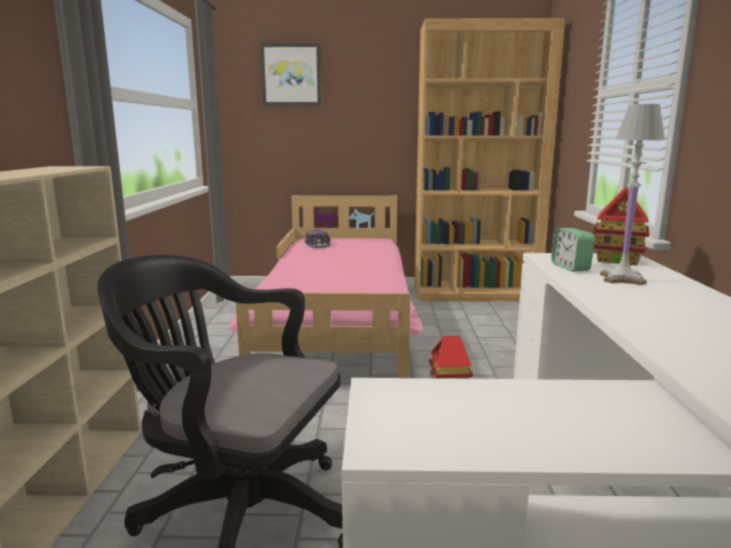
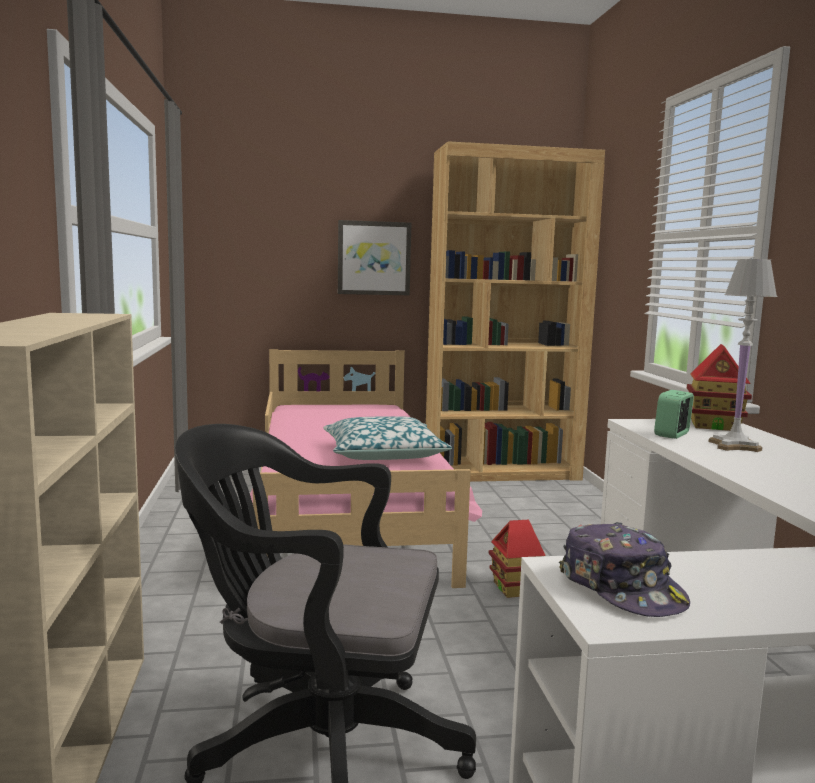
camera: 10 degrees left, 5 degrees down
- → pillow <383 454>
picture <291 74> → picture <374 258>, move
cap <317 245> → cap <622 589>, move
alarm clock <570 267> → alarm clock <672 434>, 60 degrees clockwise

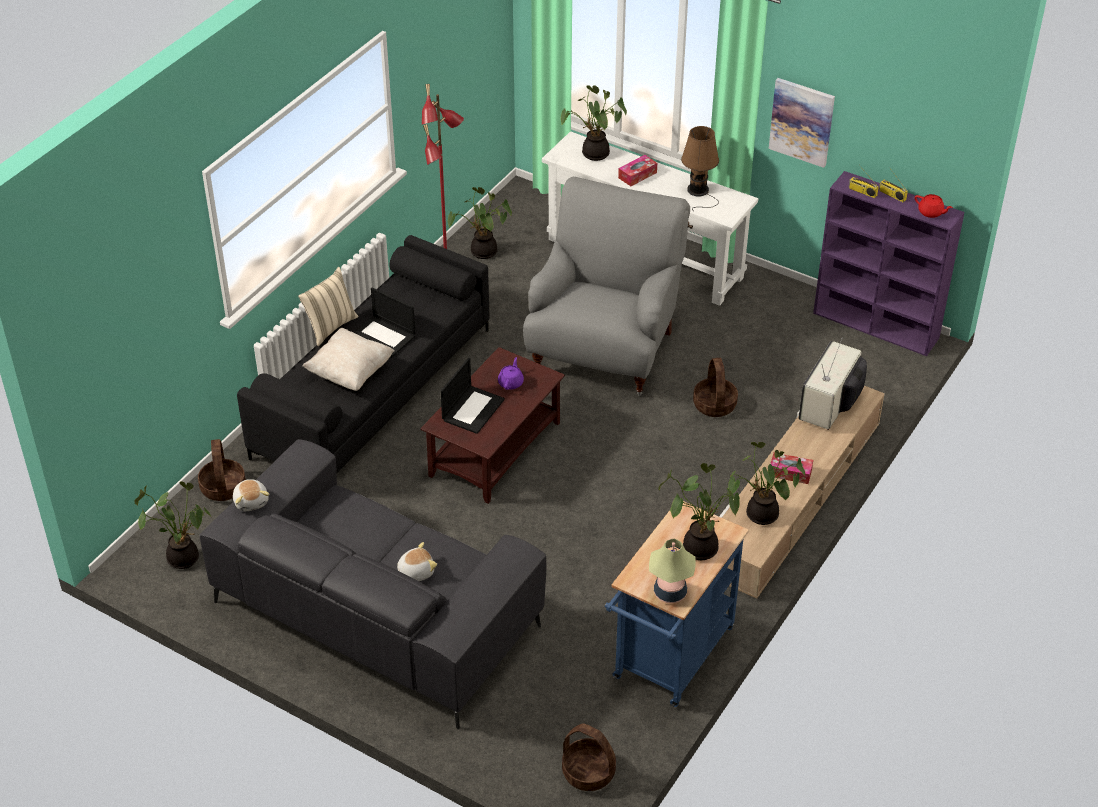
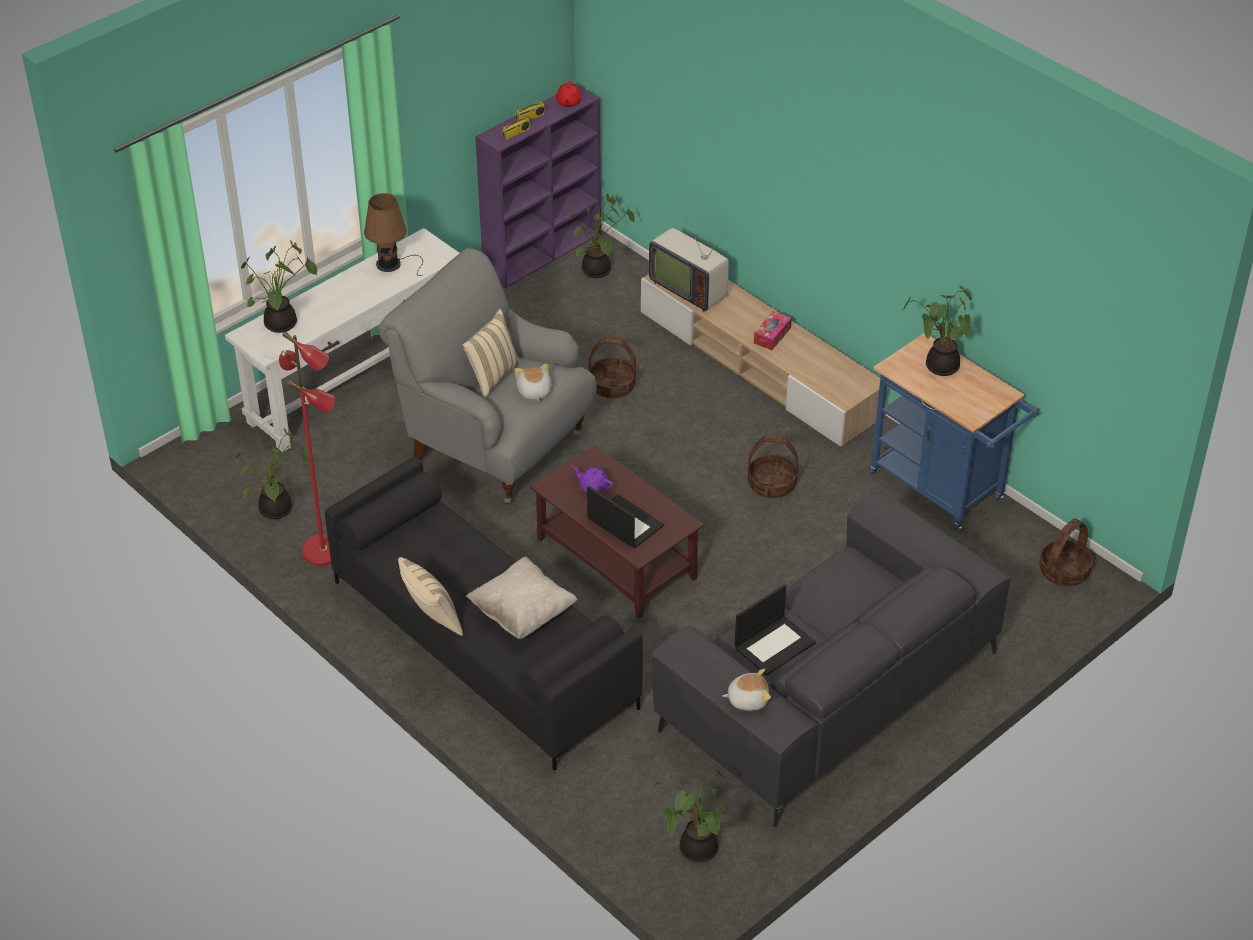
camera: 75 degrees left, 0 degrees up
- → beige pillow <492 377>
plush toy <415 572> → plush toy <533 392>, move
red teapot <931 212> → red teapot <568 102>, 135 degrees clockwise
potted plant <760 516> → potted plant <598 271>, move
laptop <384 336> → laptop <774 645>, move
basket <223 487> → basket <771 484>, move
tissue box <637 175> → -
table lamp <670 592> → -
picture <802 121> → -

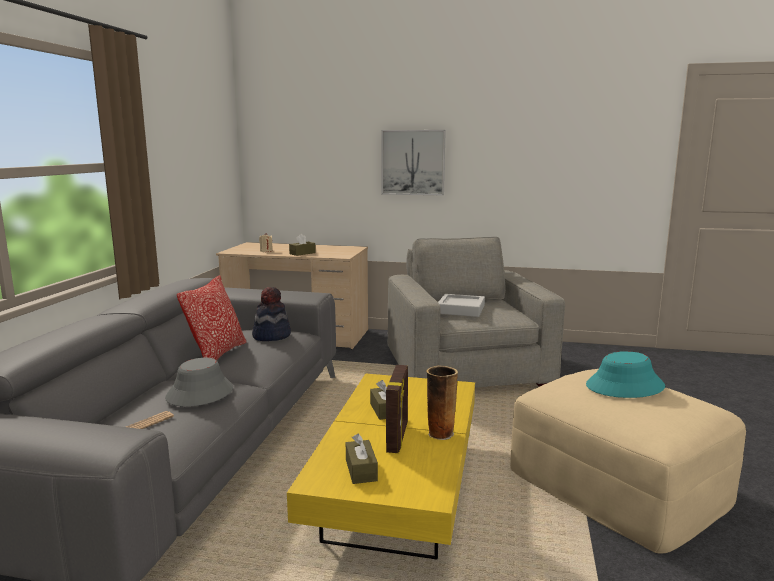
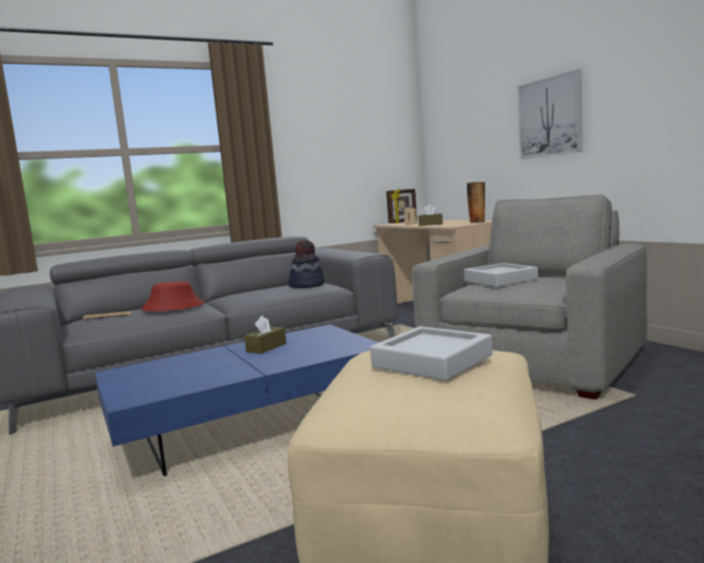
camera: 50 degrees right, 5 degrees down
yellow coffee table <397 491> → blue coffee table <250 427>
grey hat <199 393> → red hat <173 307>
turquoise hat <625 386> → grey tray <432 361>
picture frame <398 438> → picture frame <403 222>, move
vase <440 433> → vase <477 222>, move
pillow <217 354> → -
brown tissue box <361 470> → -

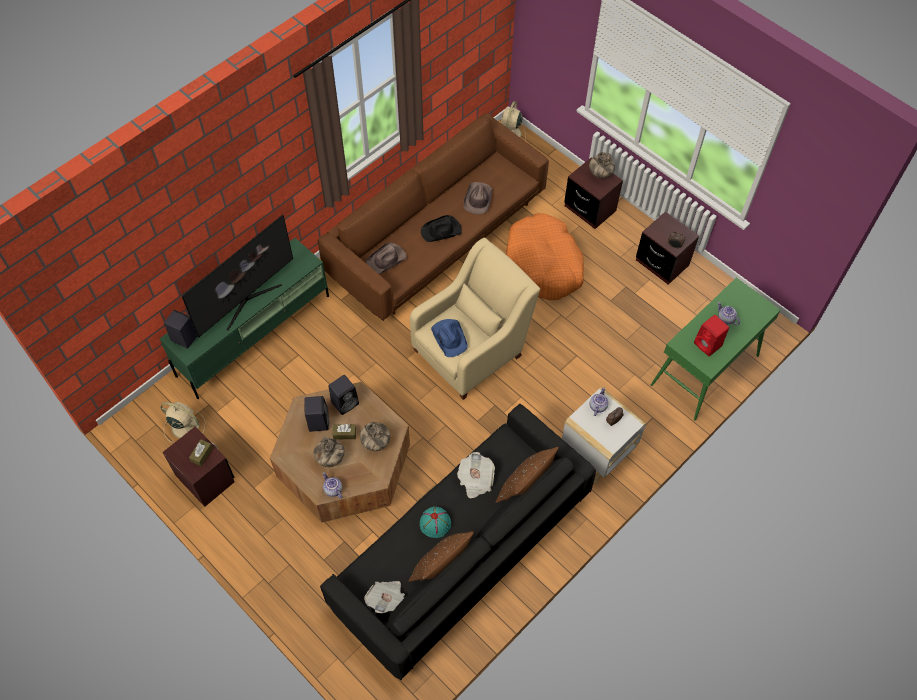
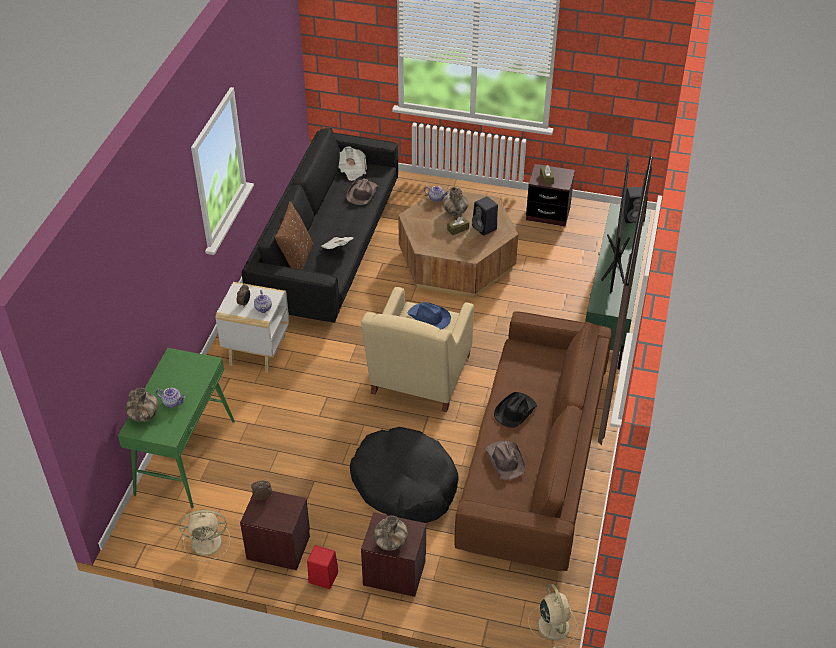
camera: 150 degrees right, 15 degrees down
vase <375 442> → vase <144 416>, move
beige fan <184 426> → beige fan <208 542>, move
red speaker <708 345> → red speaker <322 577>, move
brown hat <387 260> → brown hat <362 194>, move
orange dog bed <543 265> → black dog bed <405 484>
black speaker <345 402> → -
brown pillow <441 567> → -
turquoise hat <435 523> → -

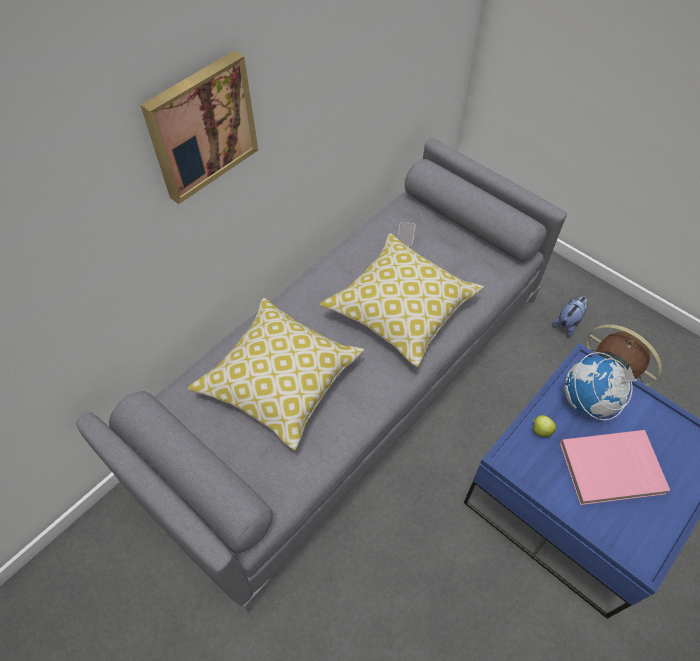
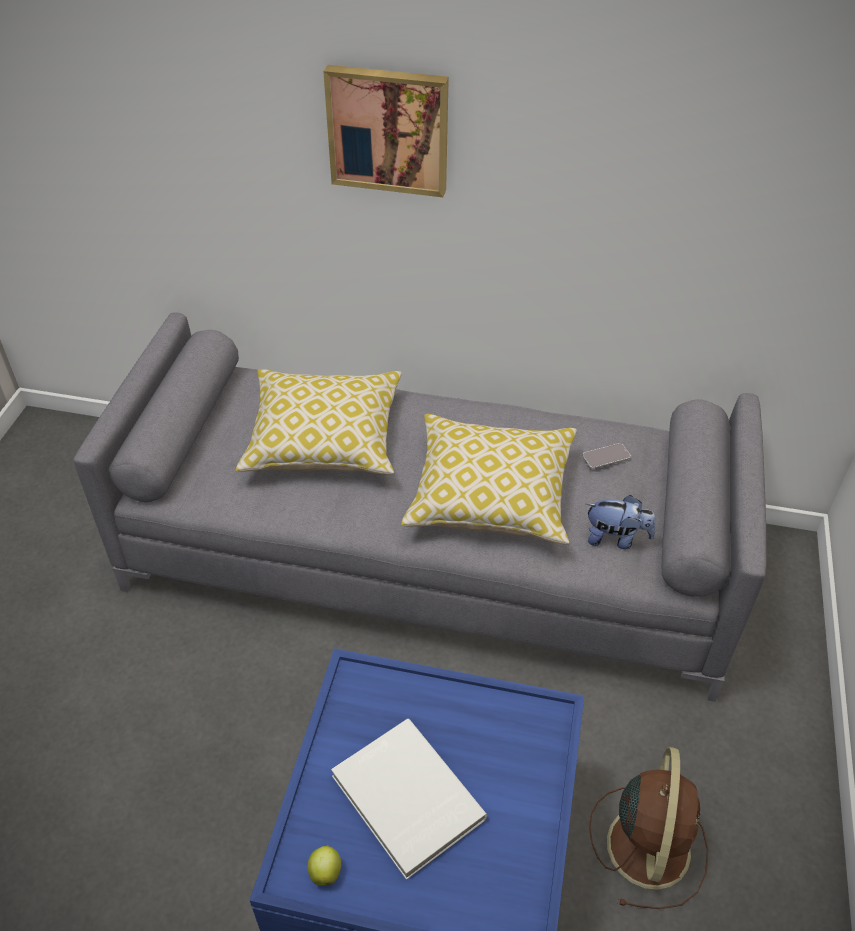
camera: 60 degrees right, 10 degrees down
apple <540 430> → apple <325 871>, move
pink book <612 470> → white book <405 799>
plush toy <567 323> → plush toy <615 538>, move
globe <588 401> → -

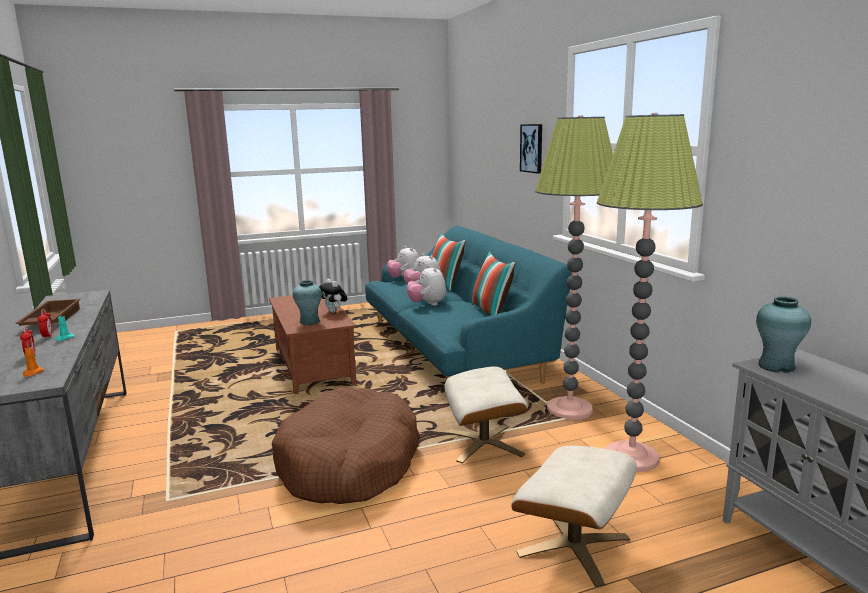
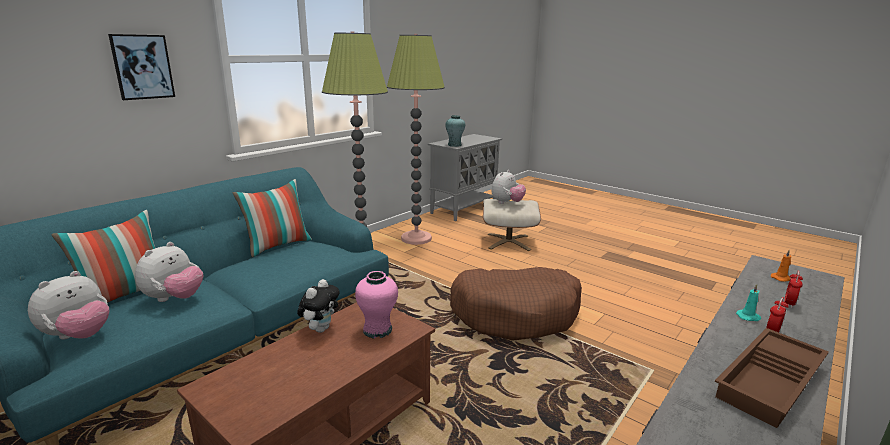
camera: 120 degrees left, 5 degrees up
turquoise vase <309 322> → pink vase <378 330>
plush toy <427 304> → plush toy <507 203>, move
beige ottoman <484 443> → -

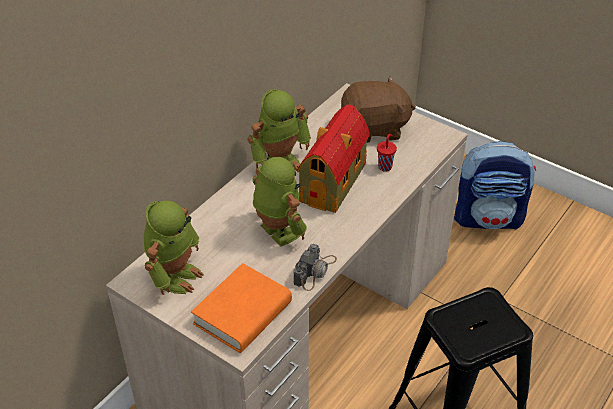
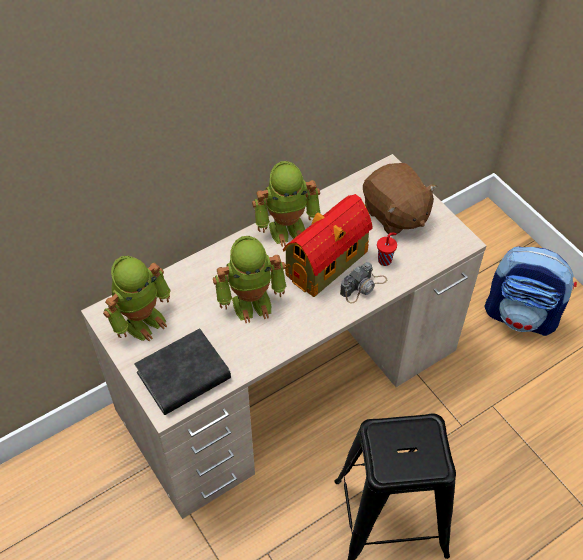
camera: 20 degrees right, 10 degrees up
orange book <242 313> → black book <183 376>
toy robot <277 231> → toy robot <251 301>, 90 degrees clockwise
photo camera <315 271> → photo camera <363 286>, move
brown plush toy <374 129> → brown plush toy <395 214>, 45 degrees clockwise

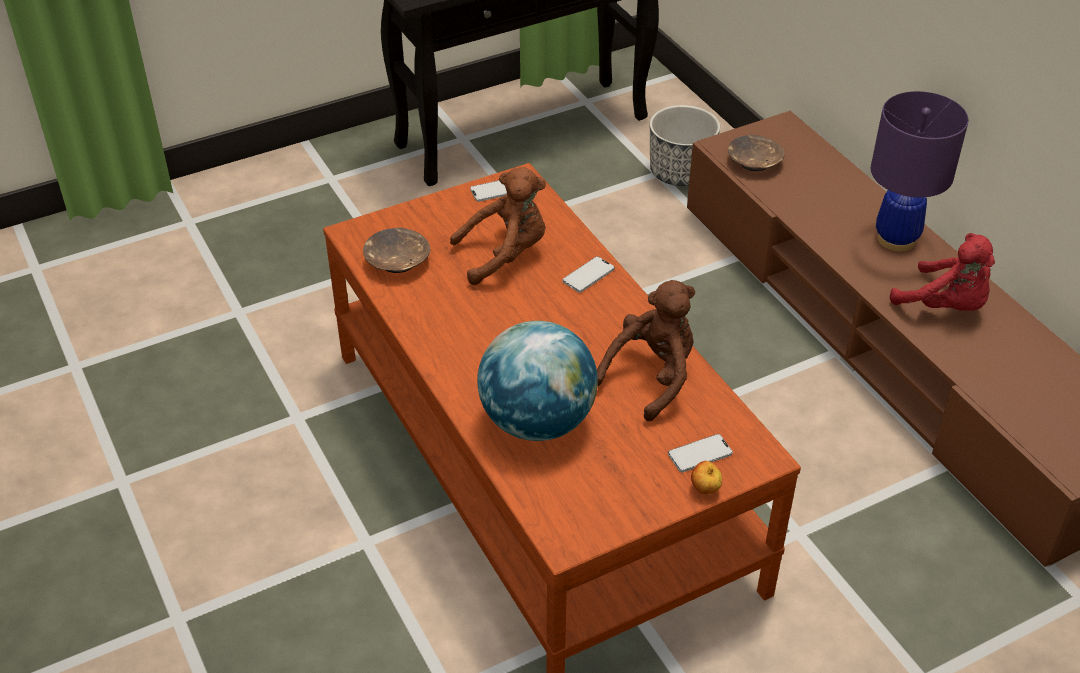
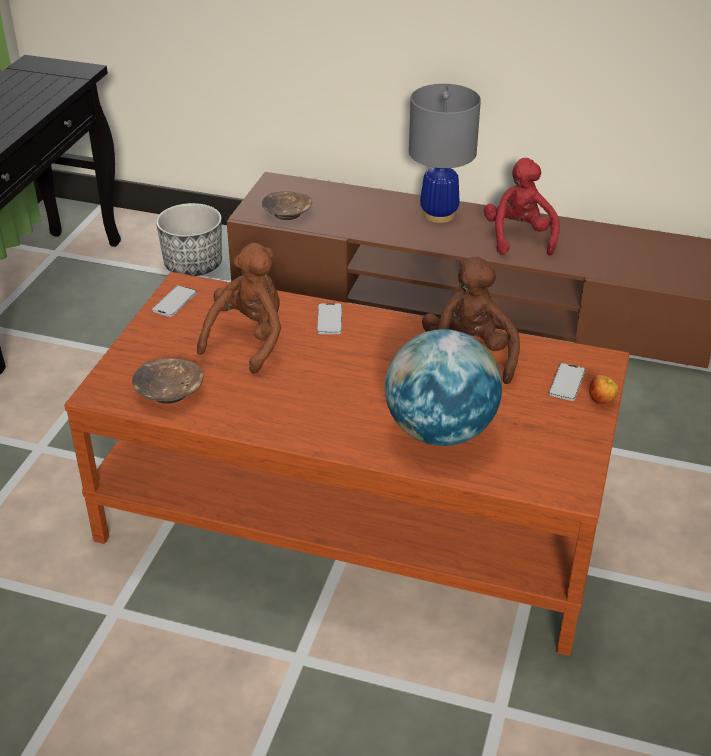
camera: 45 degrees left, 5 degrees down
purple table lamp <896 239> → grey table lamp <439 215>
red plush toy <945 306> → red plush toy <518 237>, 90 degrees counterclockwise

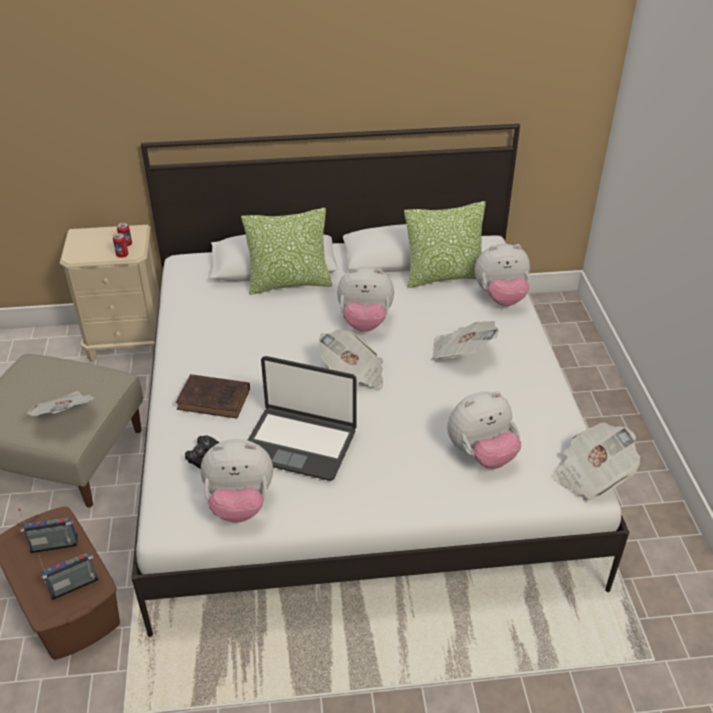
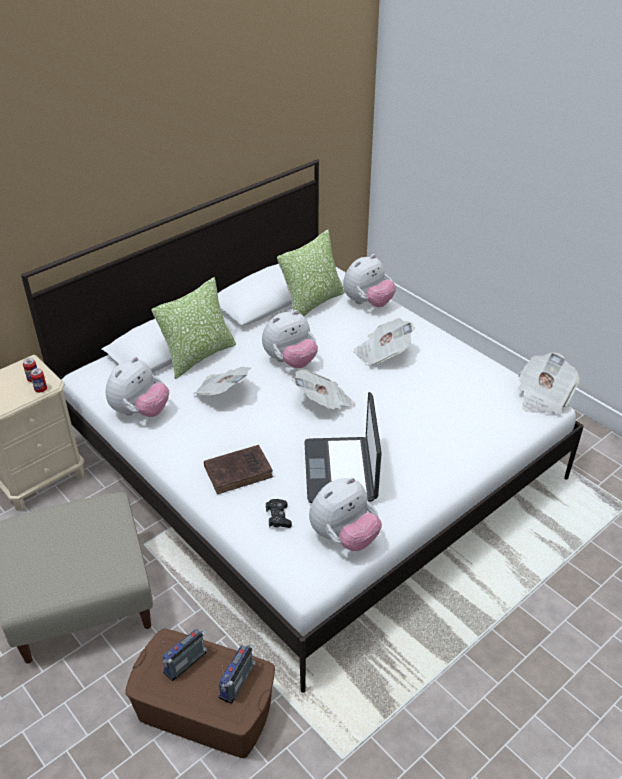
camera: 35 degrees left, 0 degrees up
plush toy <481 454> → plush toy <140 411>, move
newspaper <66 416> → newspaper <222 393>, move
laptop <299 443> → laptop <341 471>, 105 degrees clockwise

